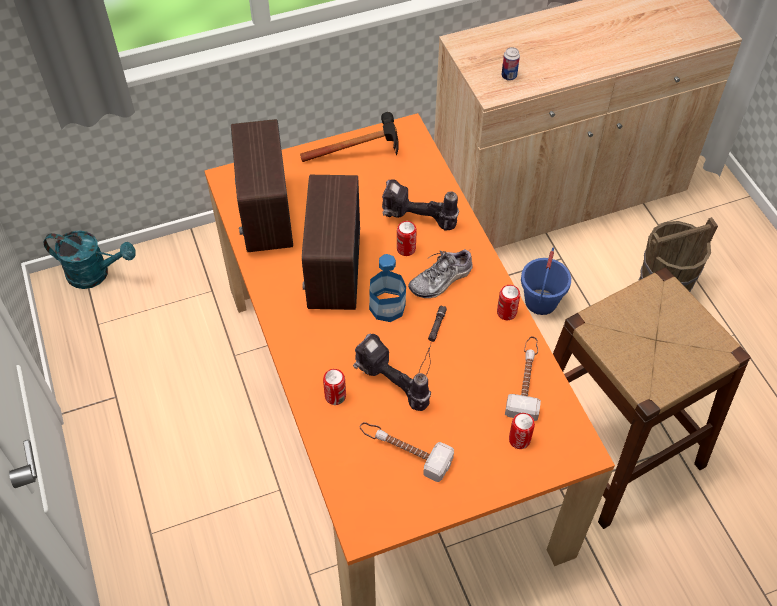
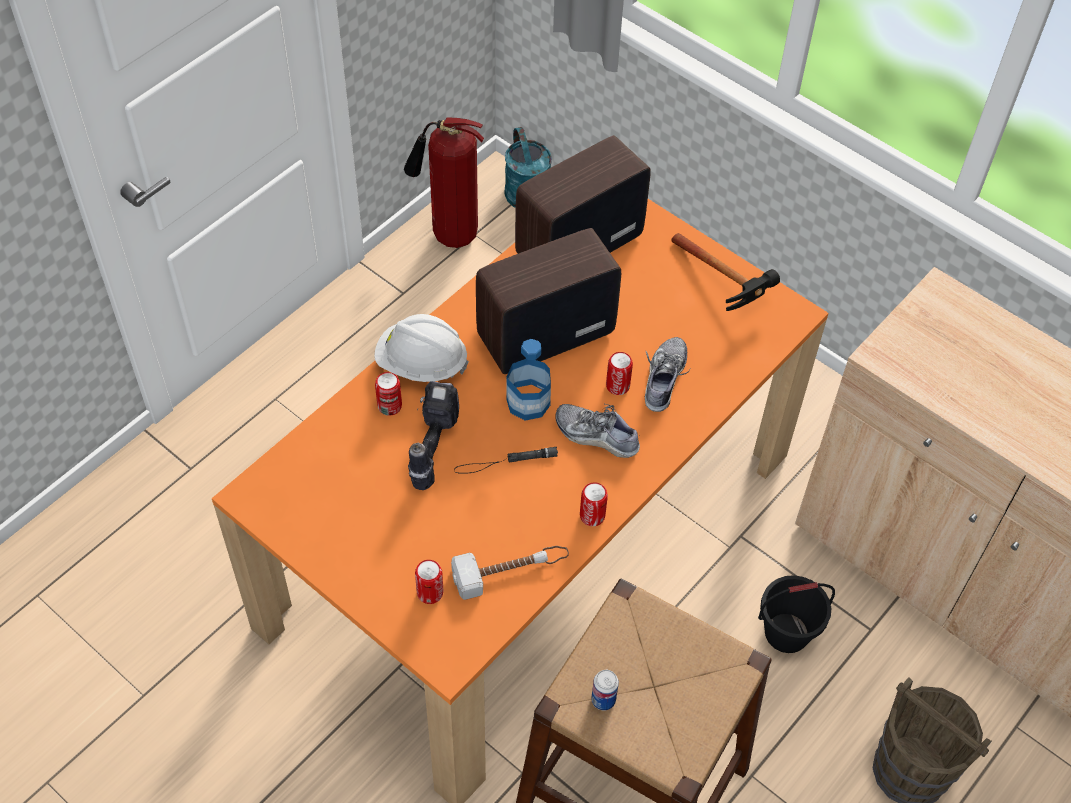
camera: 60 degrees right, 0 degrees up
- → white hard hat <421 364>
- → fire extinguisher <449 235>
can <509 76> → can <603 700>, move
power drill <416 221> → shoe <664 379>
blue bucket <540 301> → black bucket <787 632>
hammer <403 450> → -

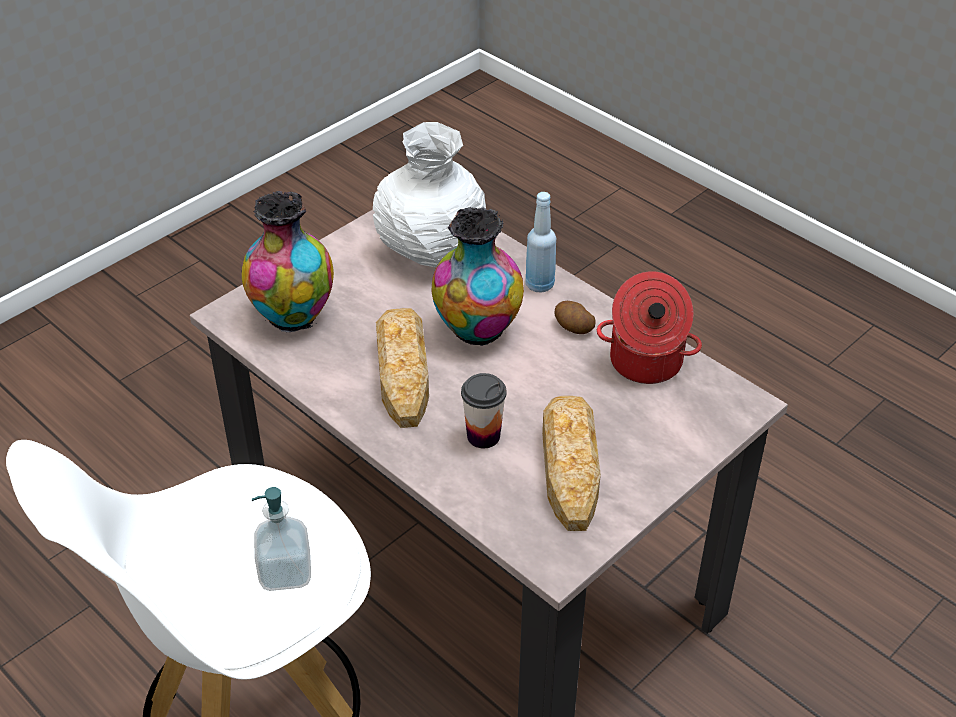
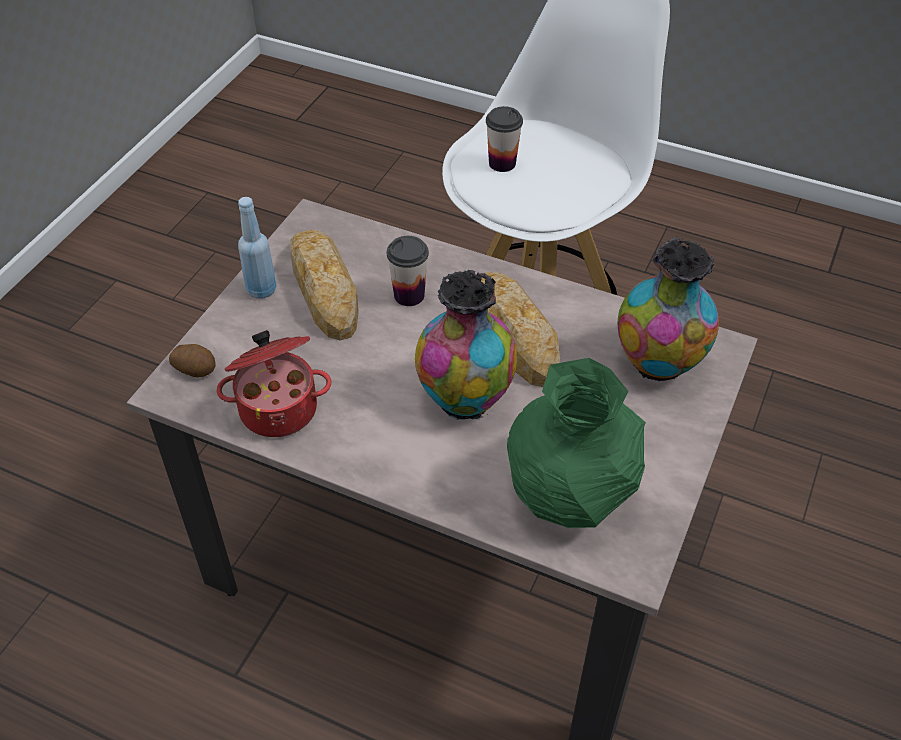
camera: 160 degrees right, 5 degrees up
potato <573 327> → potato <195 369>, move
blue bottle <539 285> → blue bottle <261 290>, move
soap dispenser <285 572> → cup <502 163>
white vase <432 251> → green vase <569 489>

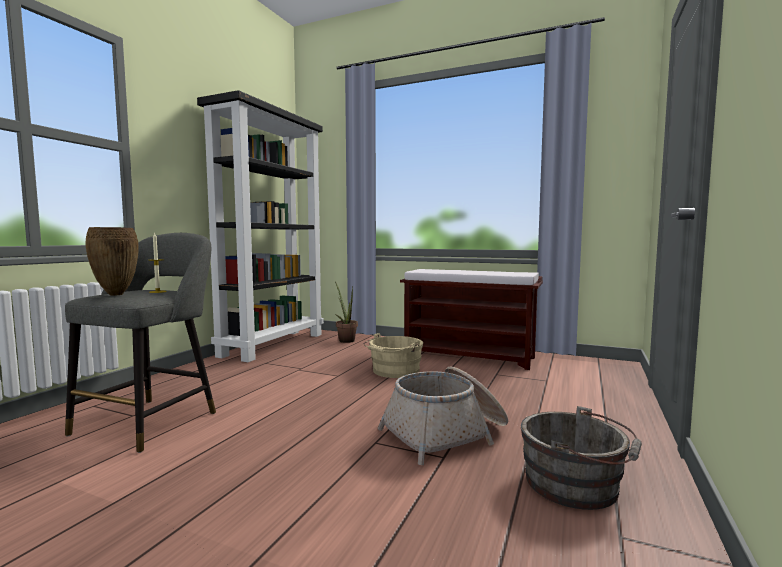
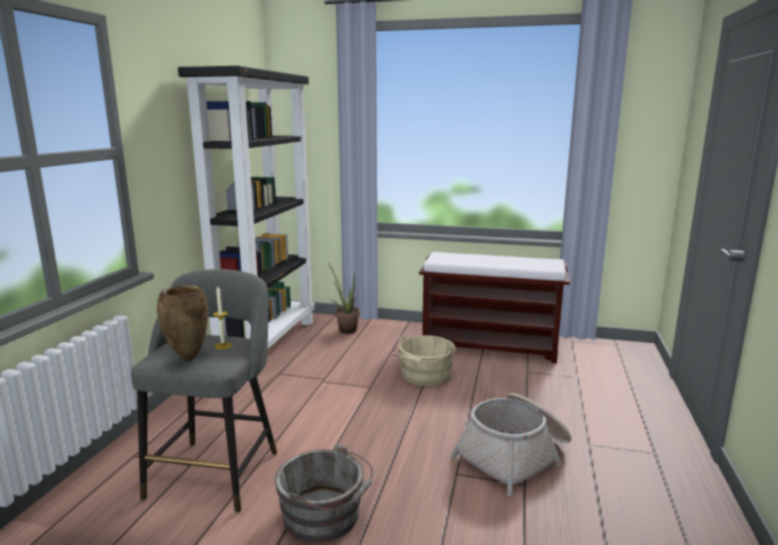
camera: 10 degrees left, 10 degrees up
grey bucket <576 485> → grey bucket <325 517>, move

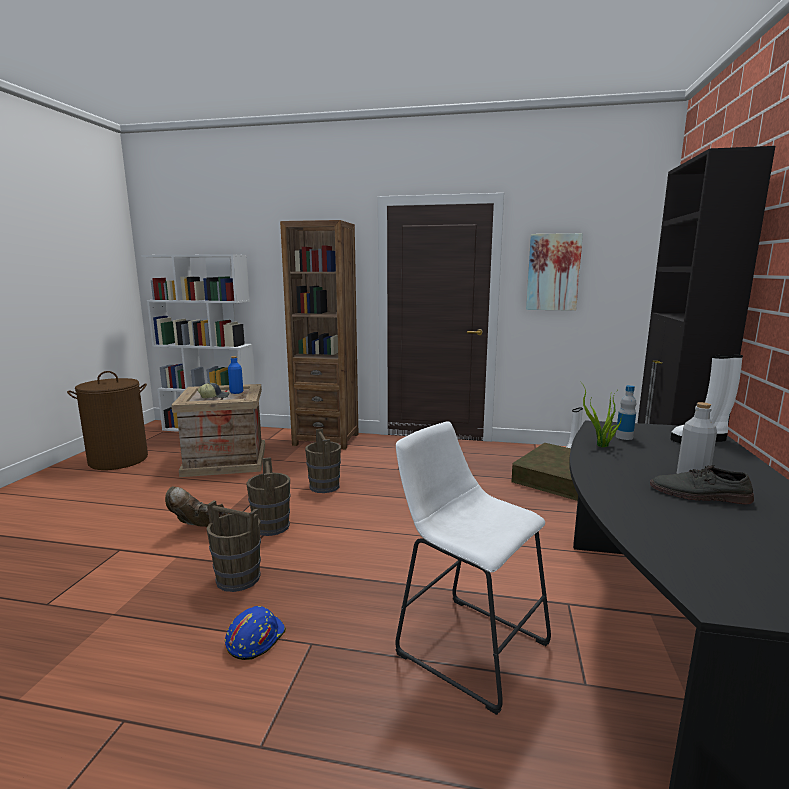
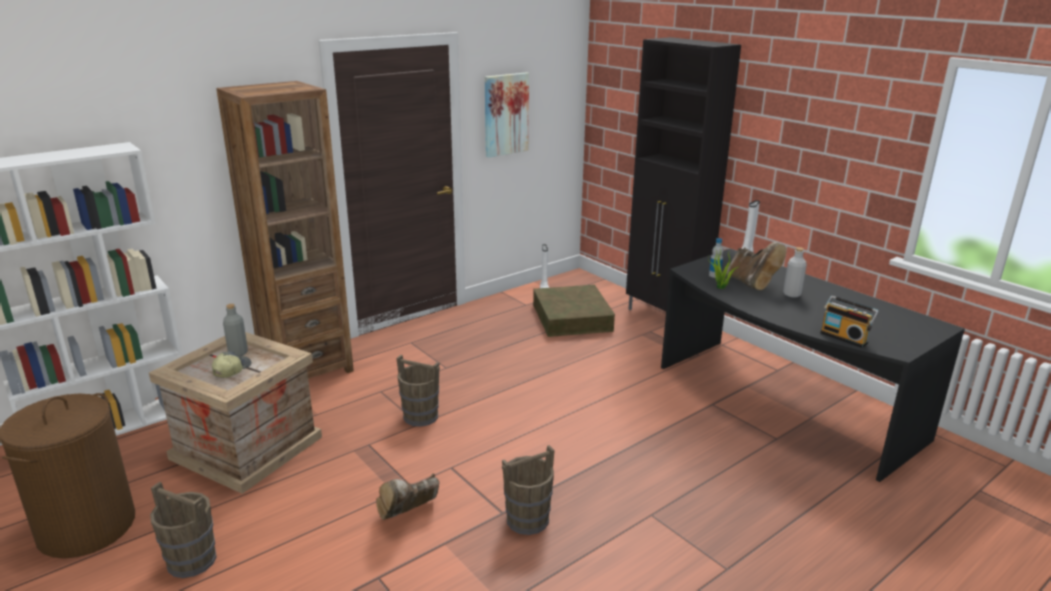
camera: 50 degrees left, 10 degrees up
brown bucket <271 526> → brown bucket <191 560>, move
blue bottle <236 392> → grey bottle <238 353>
- → brown boot <751 284>
- → radio <844 337>
blue hard hat <255 639> → -
white stool <465 644> → -
grey shoe <699 495> → -

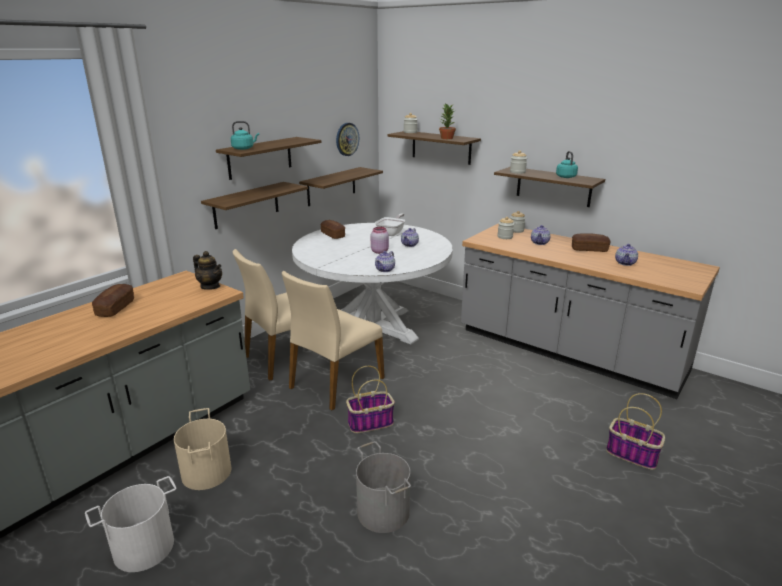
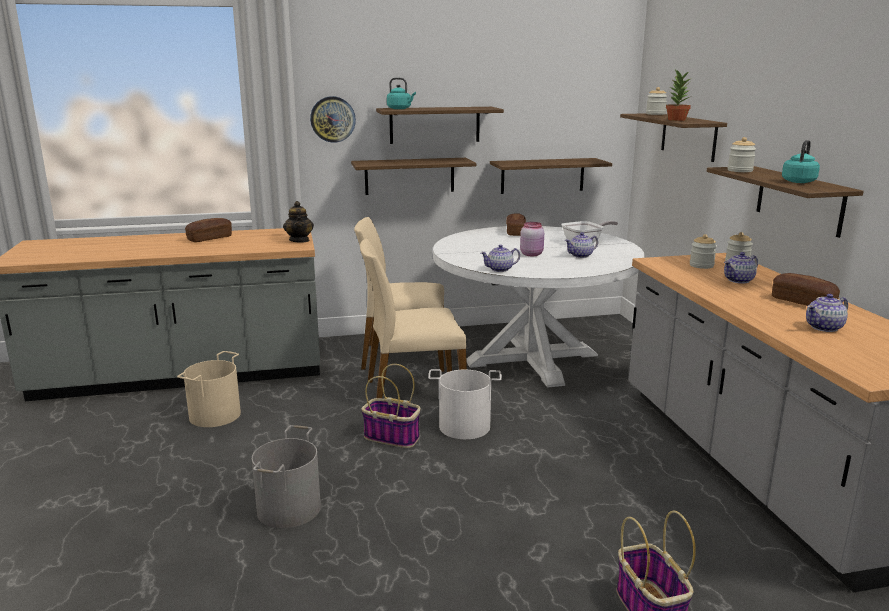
camera: 40 degrees right, 5 degrees down
wall clock <347 139> → wall clock <332 119>, move
white bucket <143 547> → white bucket <464 426>, move

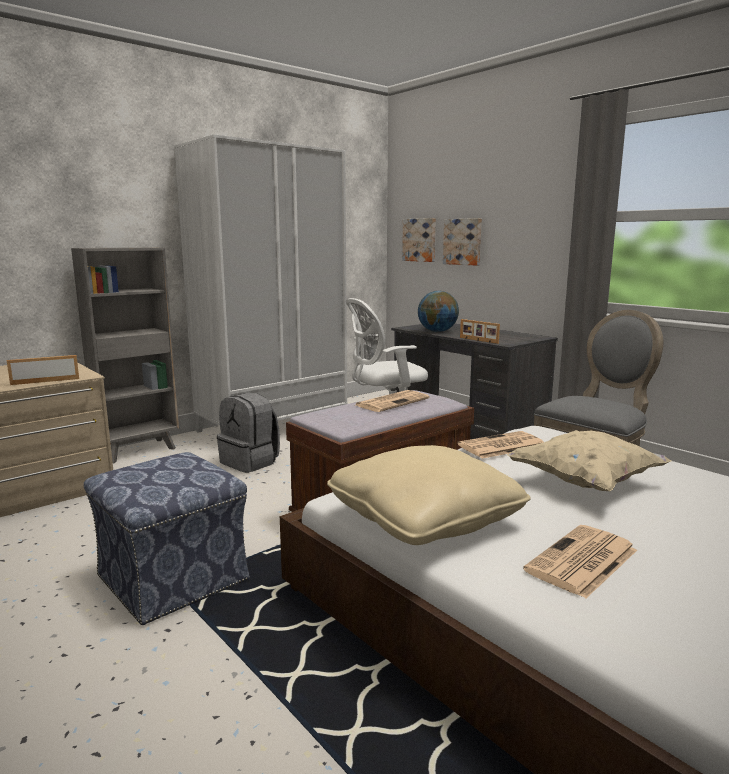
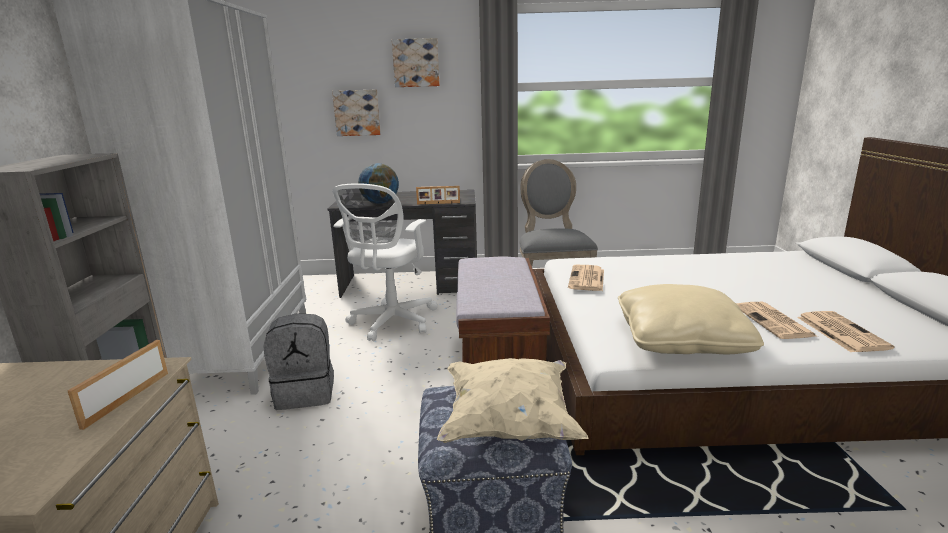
camera: 50 degrees left, 5 degrees up
picture <420 240> → picture <416 63>, move
beige pillow <586 483> → beige pillow <509 423>, move
newspaper <392 402> → newspaper <840 332>, move

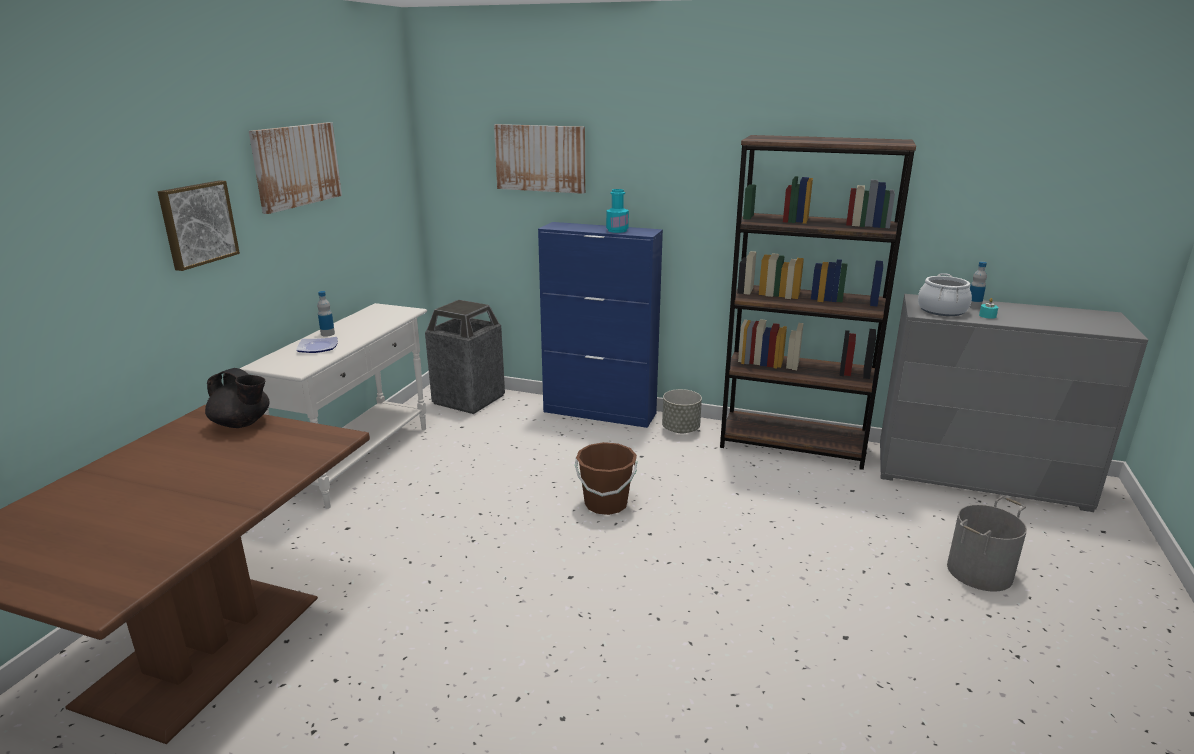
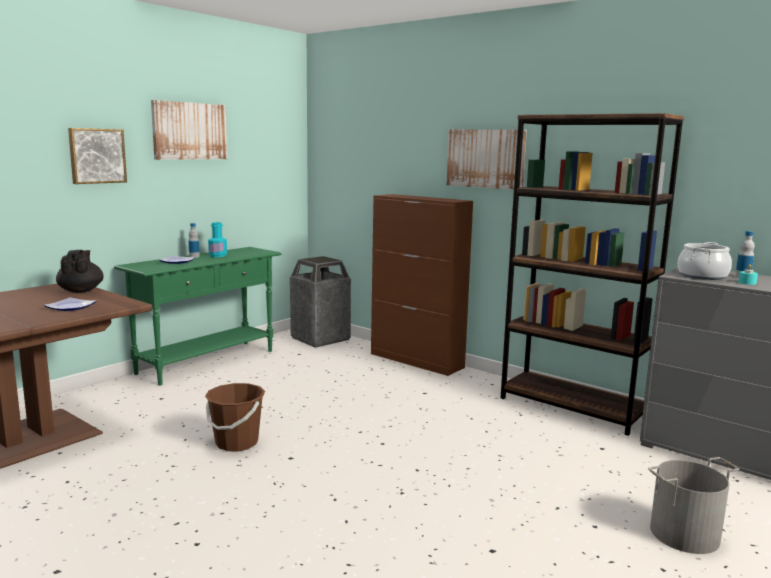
camera: 20 degrees right, 10 degrees down
- → plate <72 307>
black teapot <242 423> → black teapot <81 291>, 150 degrees counterclockwise
white console table <359 460> → green console table <207 362>
brown bucket <606 504> → brown bucket <236 443>, move
turquoise bottle <617 230> → turquoise bottle <217 255>, move
blue cabinet <600 413> → brown cabinet <416 361>
picture <540 158> → picture <486 158>, move
grey planter <681 429> → -

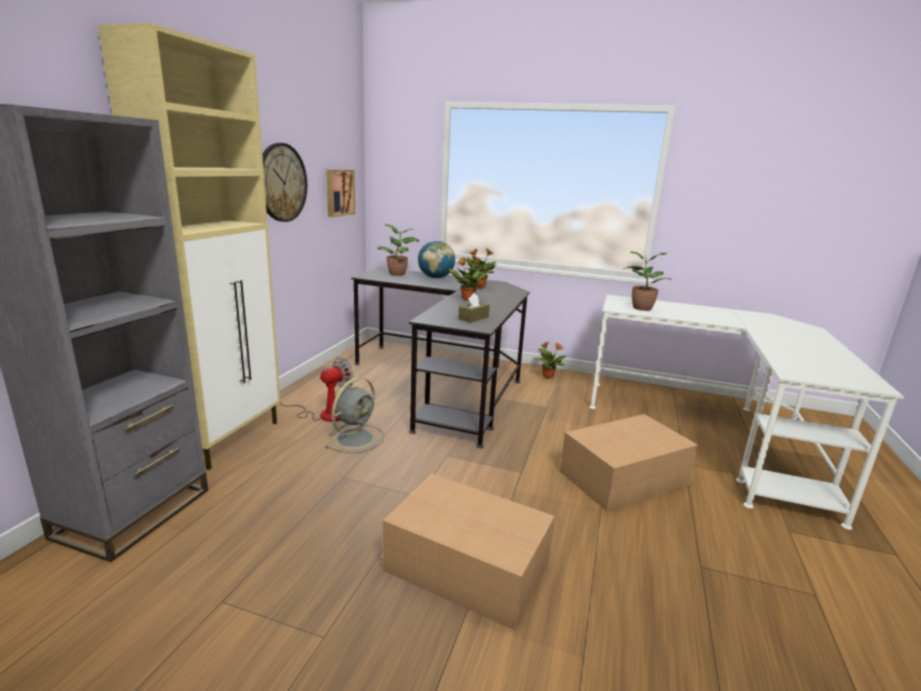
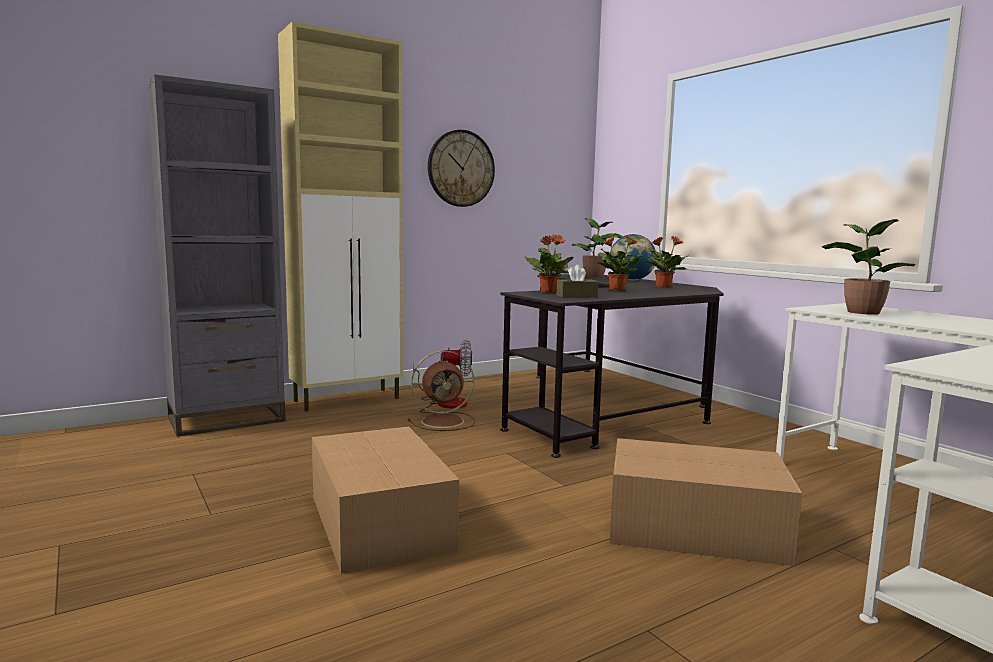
camera: 40 degrees right, 10 degrees down
grey fan <356 438> → brown fan <444 421>
potted plant <547 376> → potted plant <548 291>, move
picture <339 192> → -

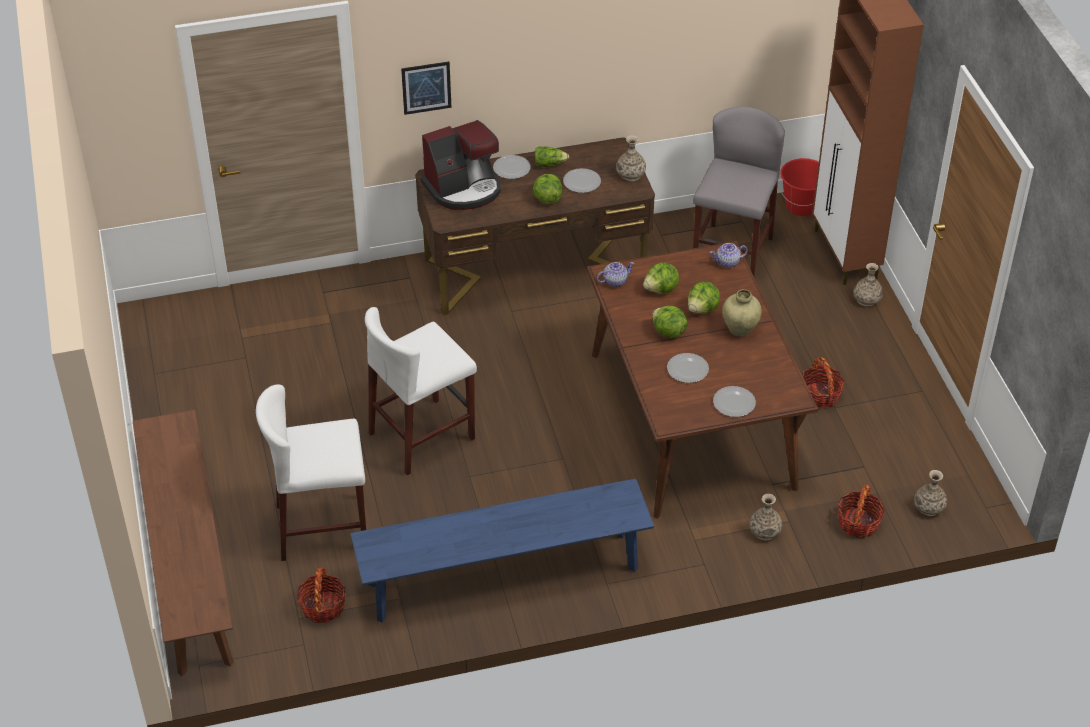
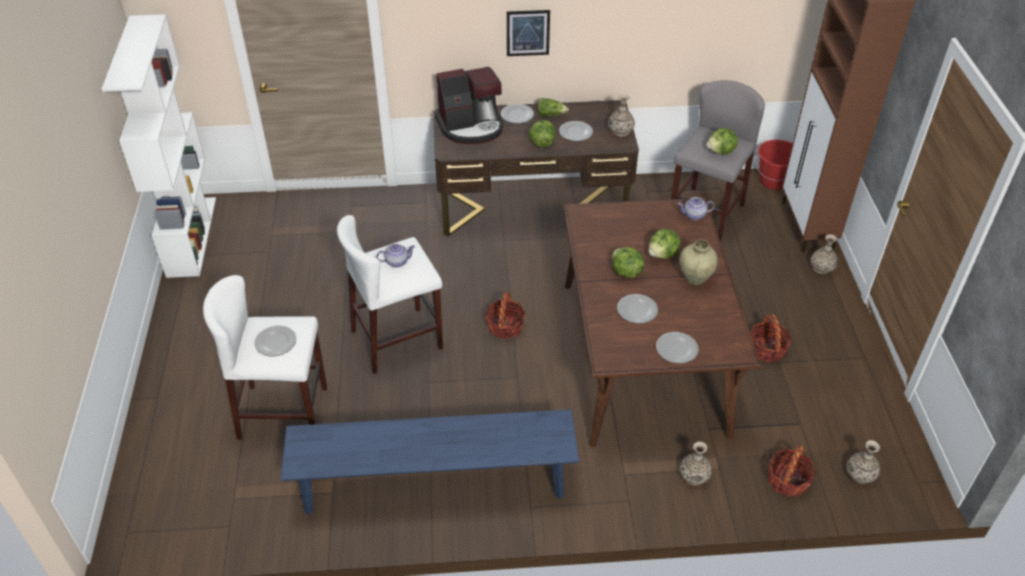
camera: 10 degrees right, 0 degrees up
- → white bookcase <191 236>
- → plate <276 342>
teapot <614 281> → teapot <396 262>, move
basket <323 606> → basket <505 326>, move
picture <426 87> → picture <528 33>, move
lettuce <661 289> → lettuce <721 152>, move
brown bench <189 566> → -

